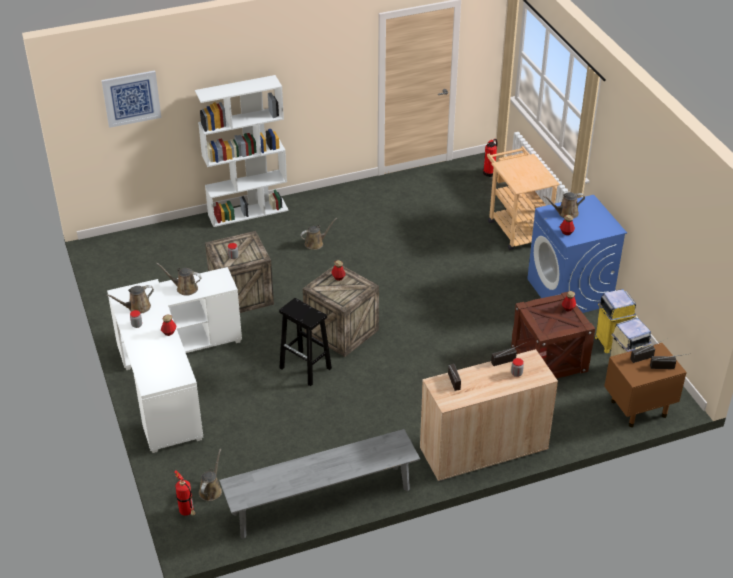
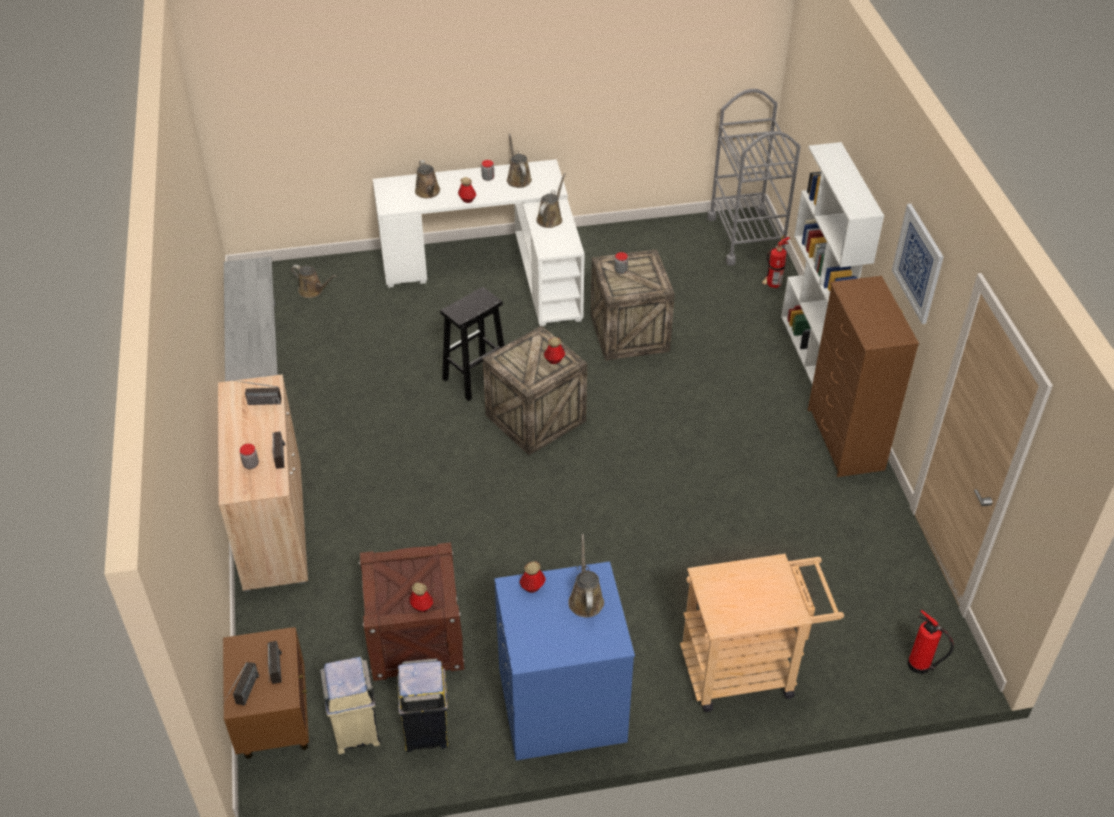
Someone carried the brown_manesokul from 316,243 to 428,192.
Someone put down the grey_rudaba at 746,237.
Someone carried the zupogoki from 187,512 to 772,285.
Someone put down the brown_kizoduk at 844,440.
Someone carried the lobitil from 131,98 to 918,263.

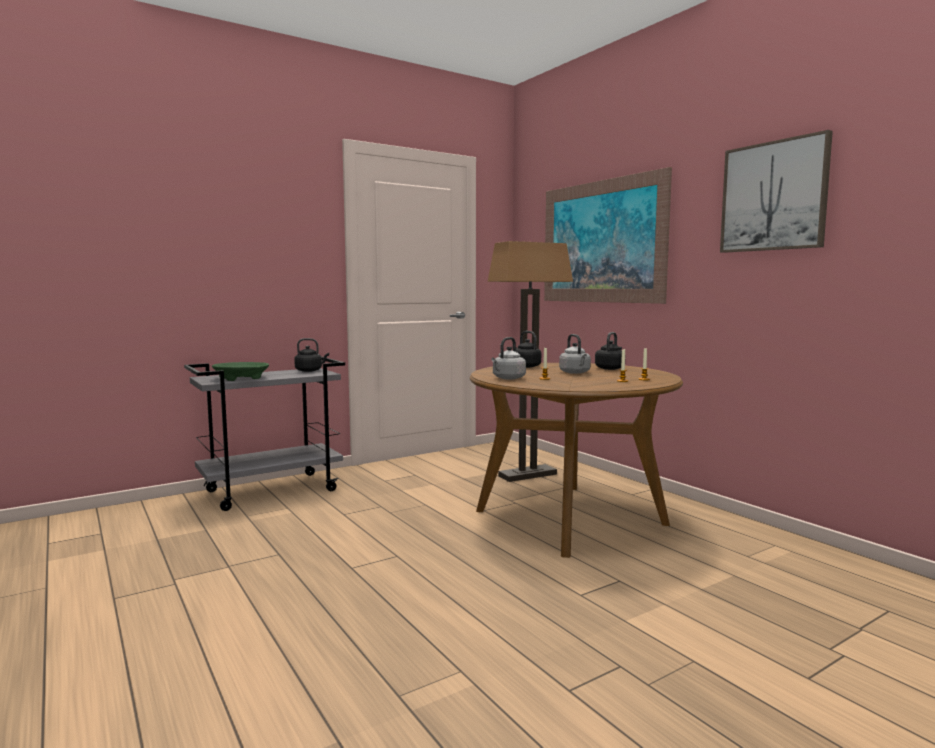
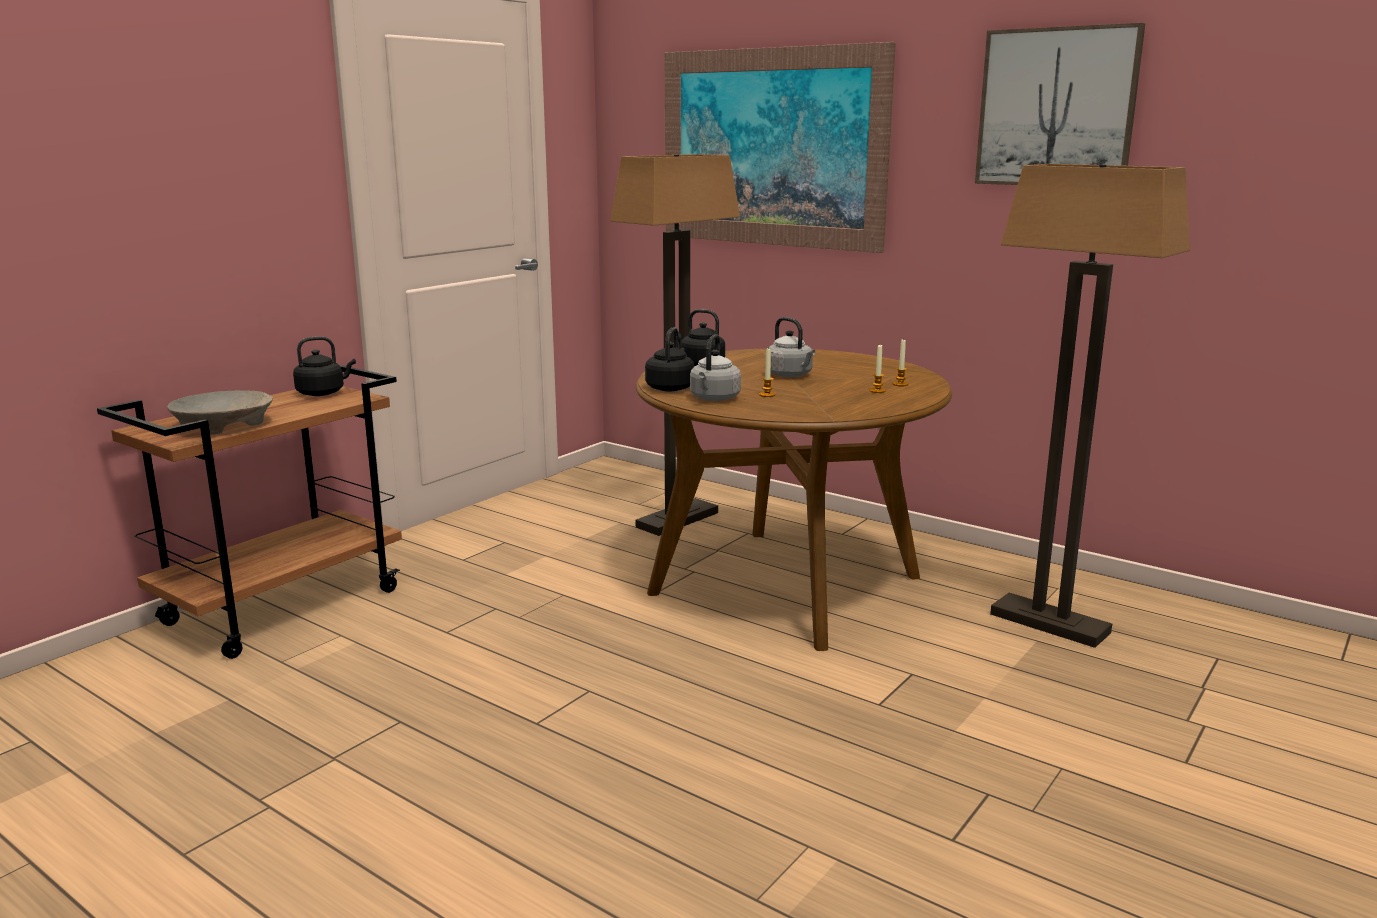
Someone repainted the grey_rudaba at 272,490, which became the brown_rudaba at 284,606.
Someone repainted the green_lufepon at 241,378, which became the beige_lufepon at 222,425.
Someone carried the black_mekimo from 610,368 to 670,387.
Someone put down the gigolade at 1050,623.

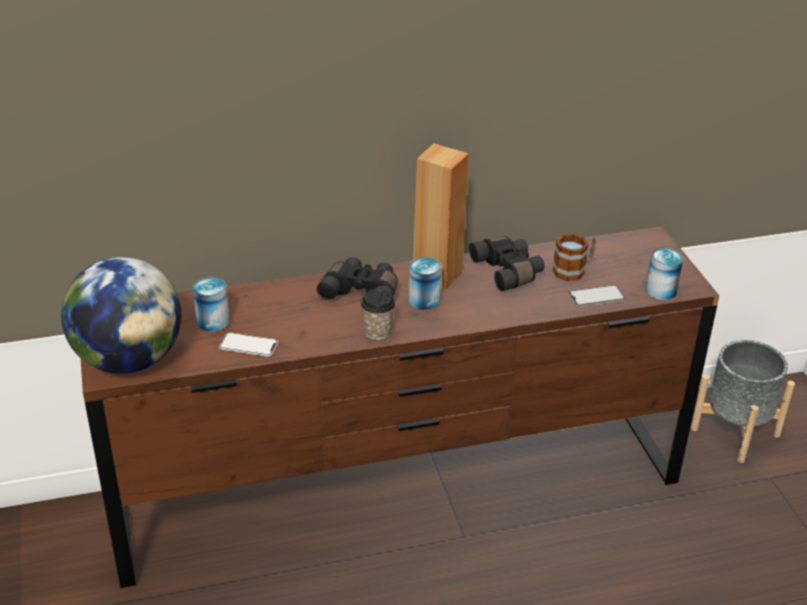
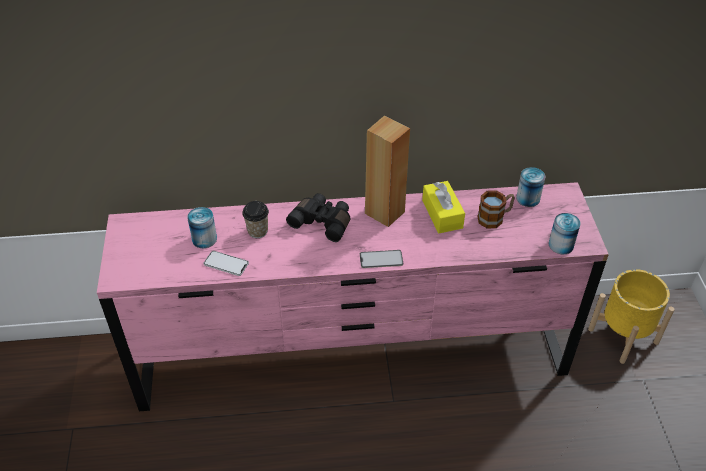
Someone repainted the brown_kizoduk at 399,490, which became the pink_kizoduk at 352,356.
Someone carried the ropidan from 377,332 to 257,231.
Someone carried the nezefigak from 596,296 to 381,259.
Someone swapped the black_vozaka at 509,271 for the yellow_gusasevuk at 442,214.
Someone carried the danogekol from 424,300 to 528,198.
Someone repainted the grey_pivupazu at 735,432, which became the yellow_pivupazu at 623,336.
Someone took away the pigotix at 129,360.

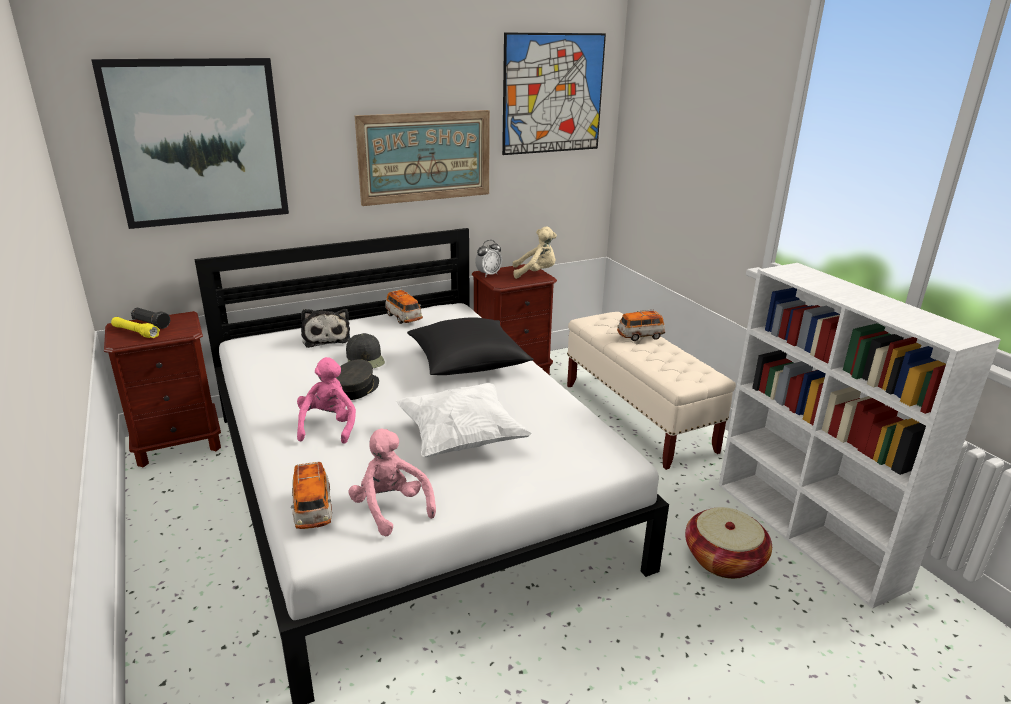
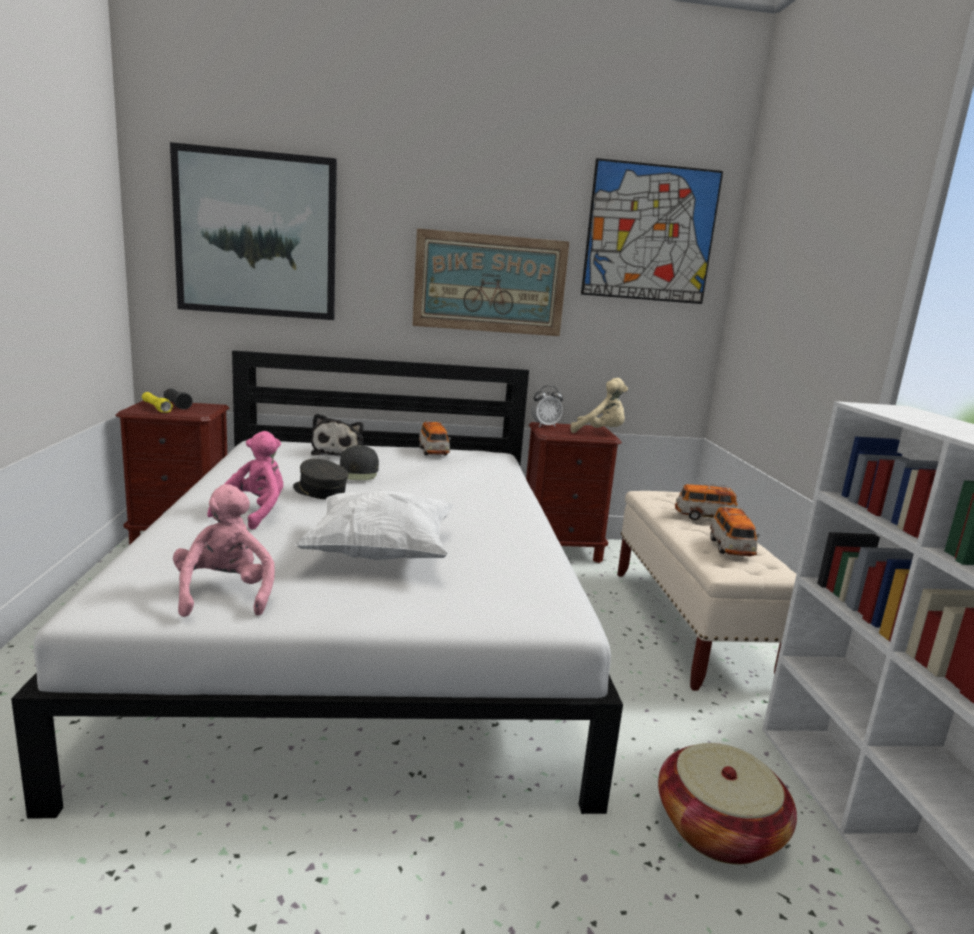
Someone rotated the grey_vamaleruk at 356,388 by 90 degrees counterclockwise.
Someone carried the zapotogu from 313,510 to 730,548.
Someone took away the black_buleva at 467,363.

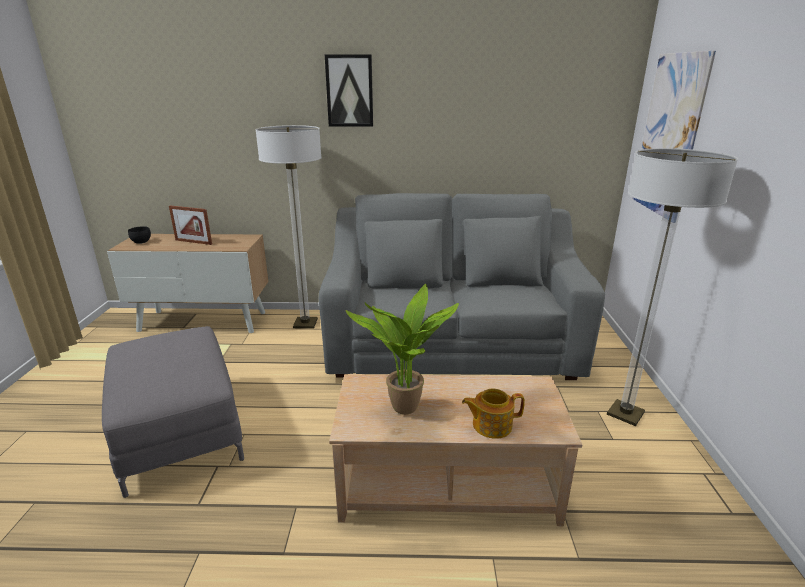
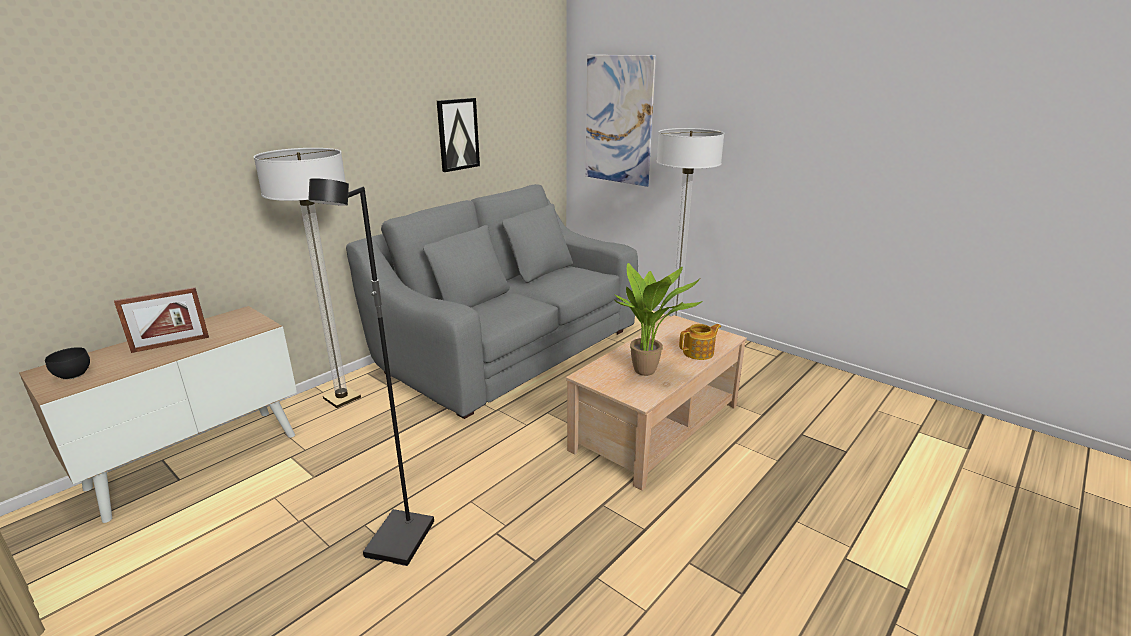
Someone swapped the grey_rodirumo at 181,429 for the black_gigolade at 401,541.
Someone carried the lobitil from 349,91 to 457,134.
Someone rotated the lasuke at 491,425 by 150 degrees counterclockwise.

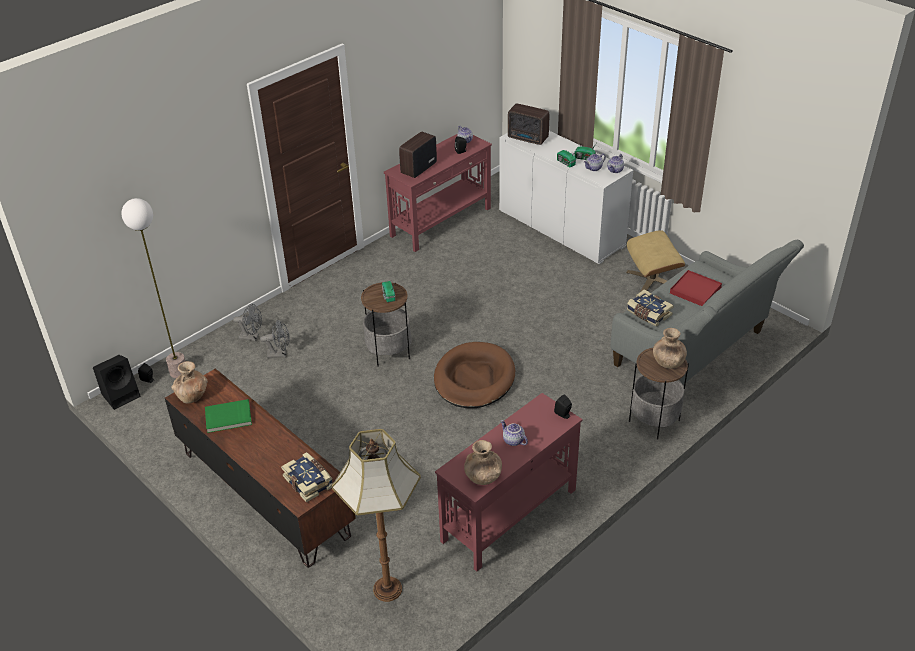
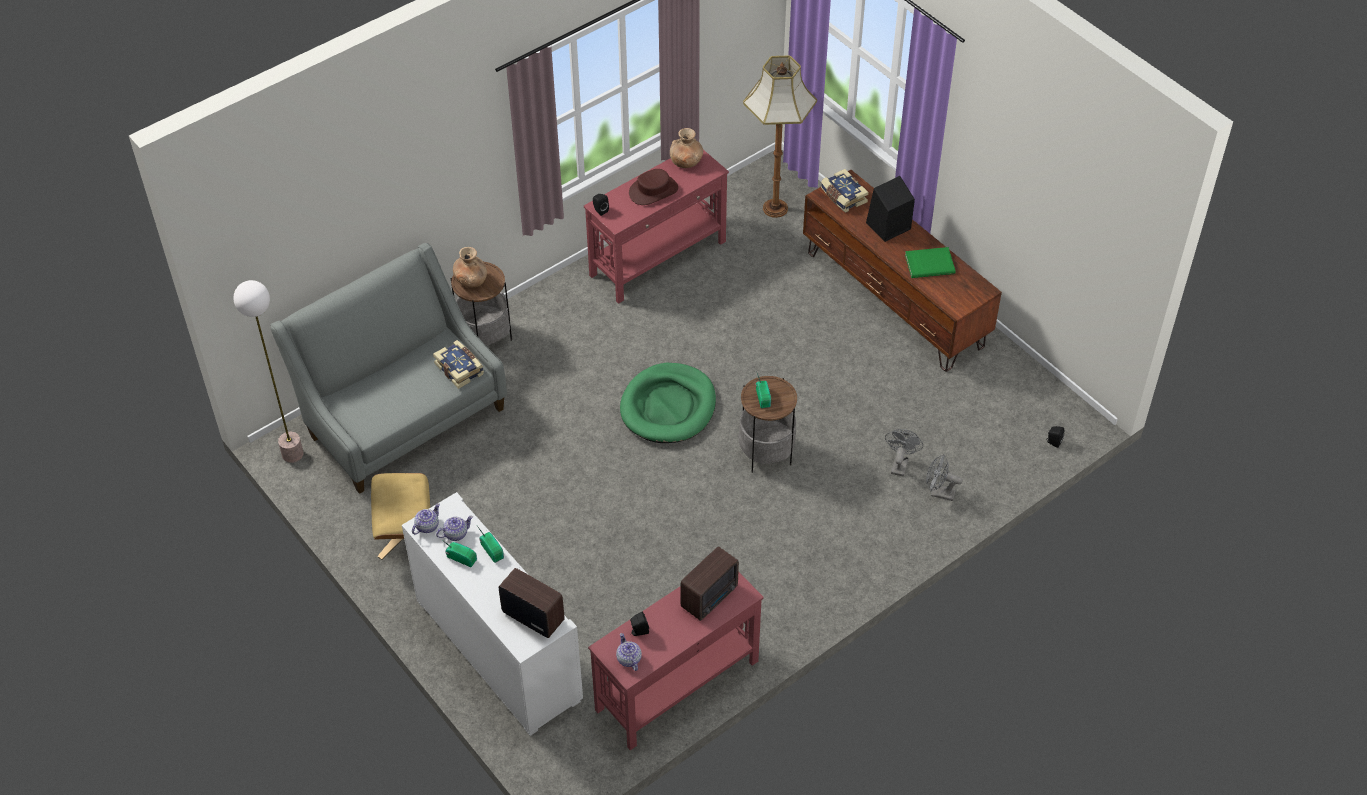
Someone carried the gigolade from 179,372 to 292,454.
Someone repainted the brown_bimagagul at 474,379, which became the green_bimagagul at 668,407.
Someone swapped the lasuke at 513,440 for the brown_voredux at 653,190.
Someone carried the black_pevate from 122,395 to 887,227.
Someone rotated the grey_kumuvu at 280,354 by 105 degrees clockwise.
Someone took away the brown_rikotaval at 192,395.
Someone took away the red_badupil at 695,290.

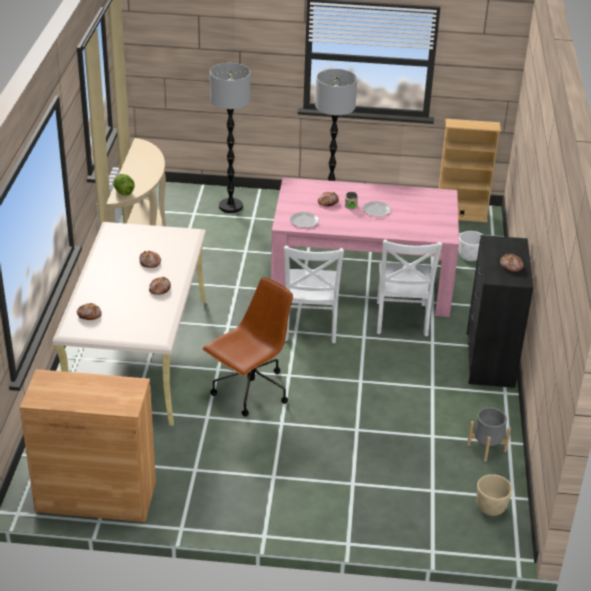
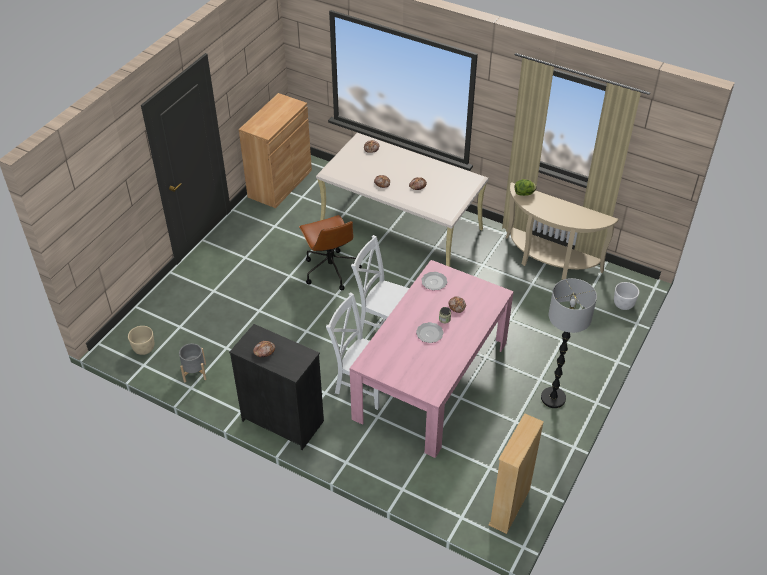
Someone carried the white_pivupazu from 469,257 to 623,304.
Someone took away the gigolade at 230,206.

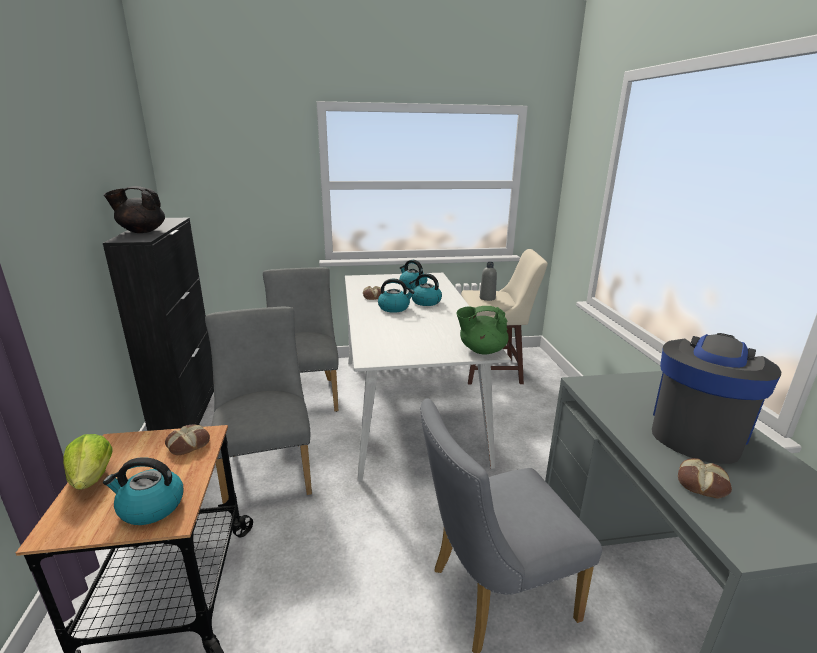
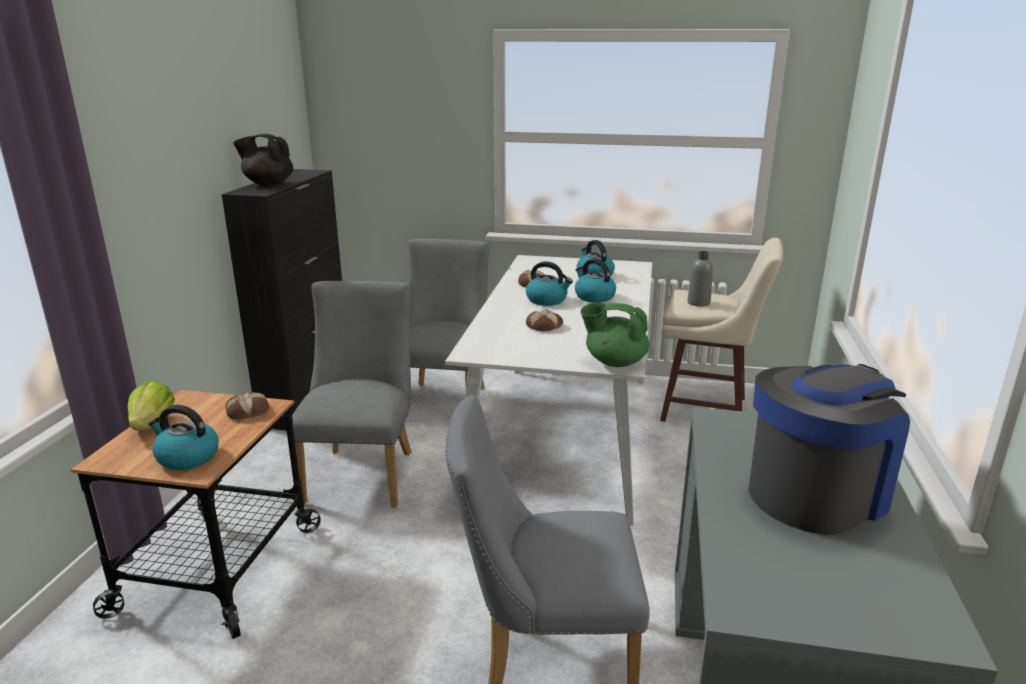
Someone carried the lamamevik from 702,483 to 544,326.

